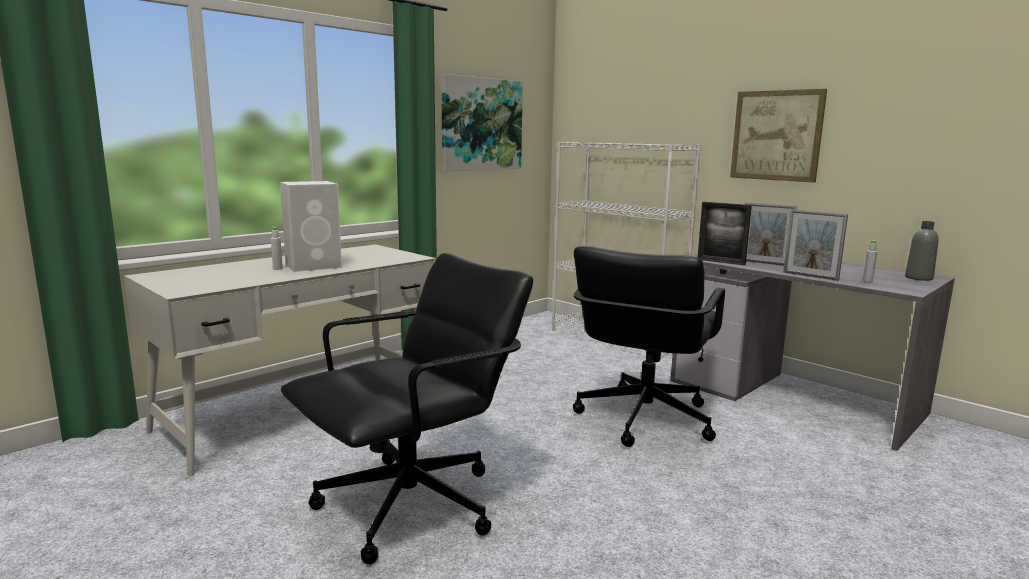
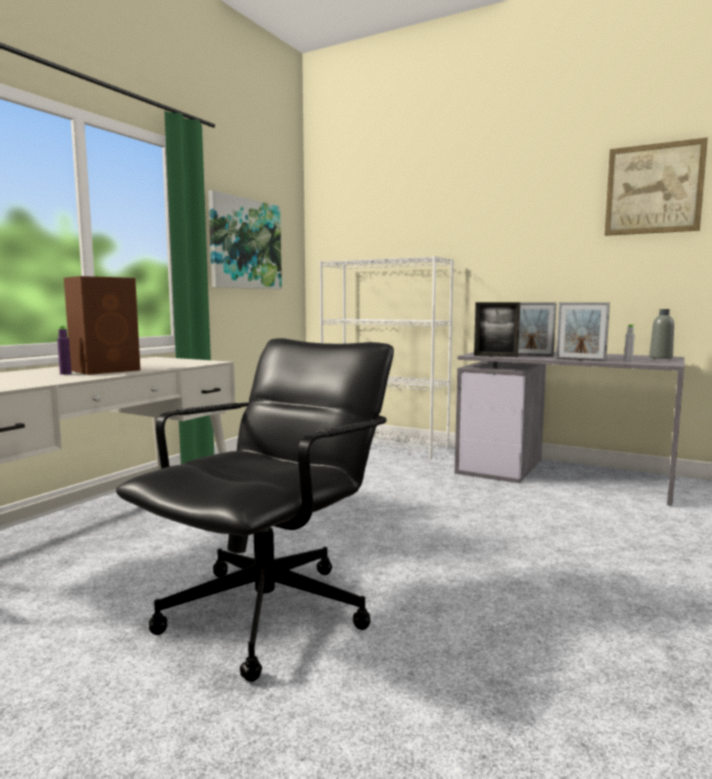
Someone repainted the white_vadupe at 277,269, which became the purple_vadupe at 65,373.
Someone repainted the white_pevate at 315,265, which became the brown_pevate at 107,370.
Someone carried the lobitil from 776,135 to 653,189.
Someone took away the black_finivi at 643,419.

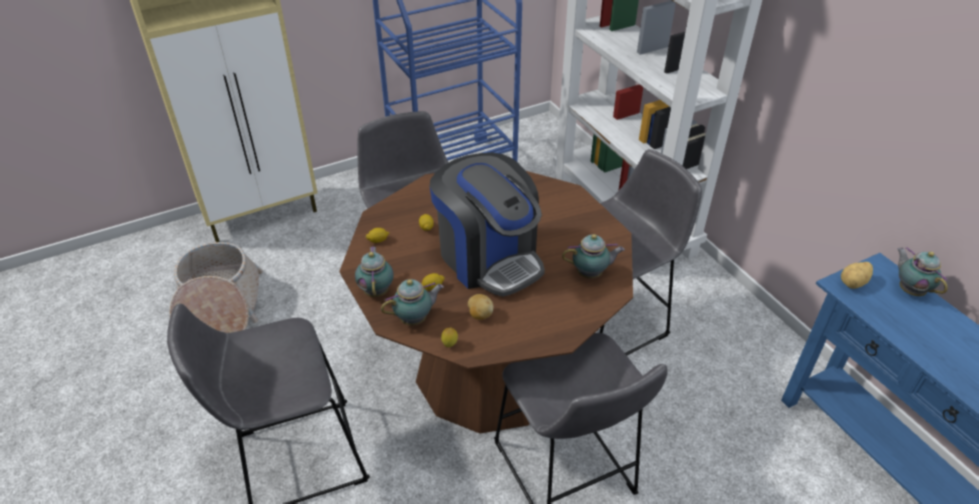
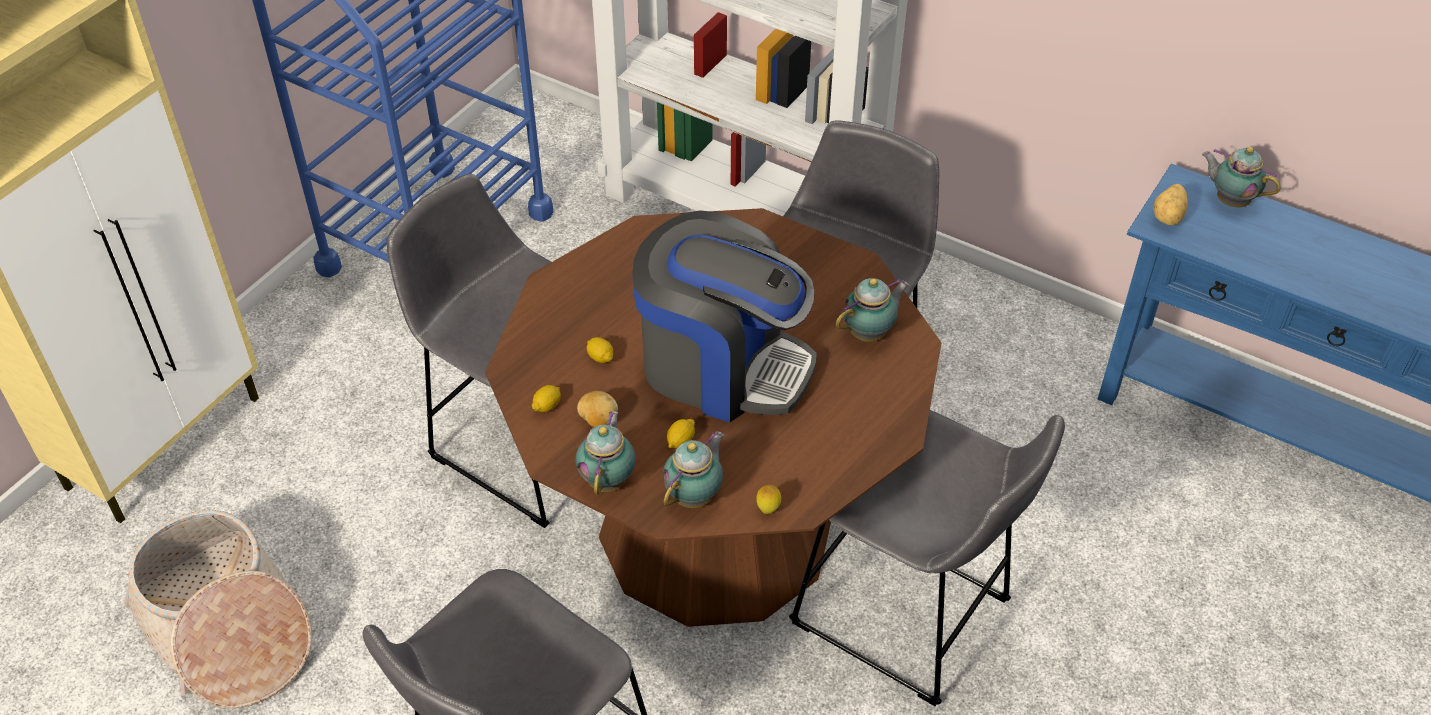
Someone rotated the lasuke at 377,290 by 45 degrees clockwise.
Someone carried the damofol from 480,314 to 598,420.

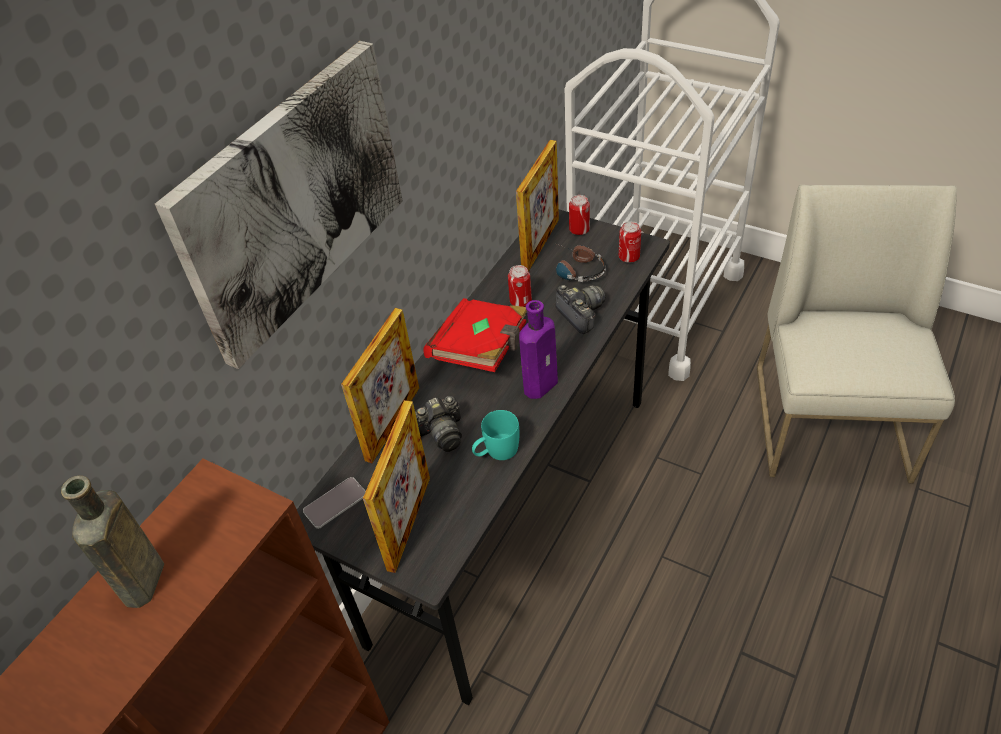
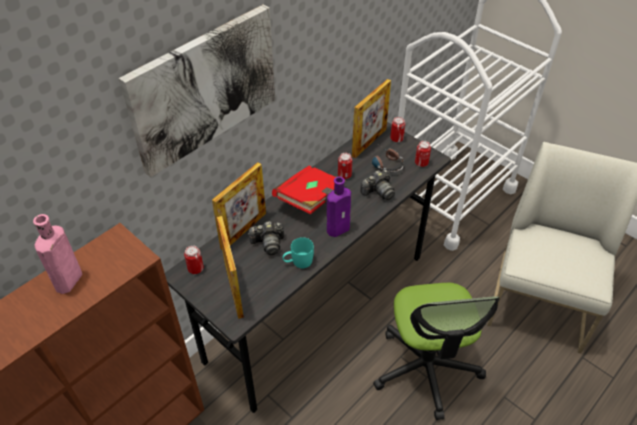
Someone repainted the brown_vadupe at 142,585, which became the pink_vadupe at 67,282.
Someone swapped the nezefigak at 335,503 for the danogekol at 195,268.
Someone rotated the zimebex at 409,523 by 45 degrees counterclockwise.
Someone rotated the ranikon at 581,314 by 75 degrees clockwise.
Someone put down the finivi at 426,368.

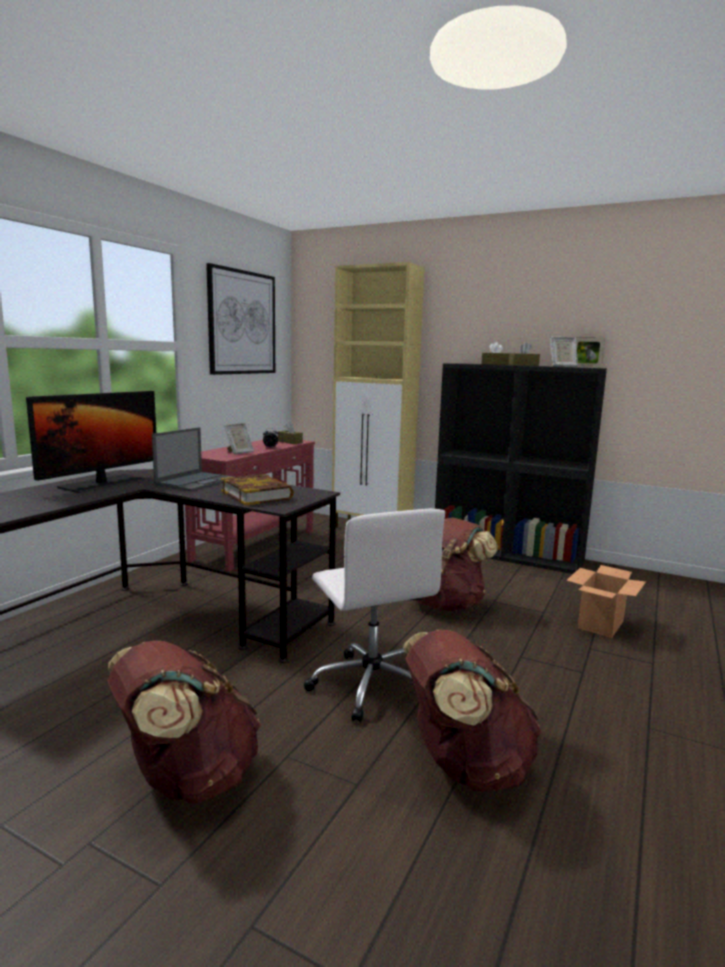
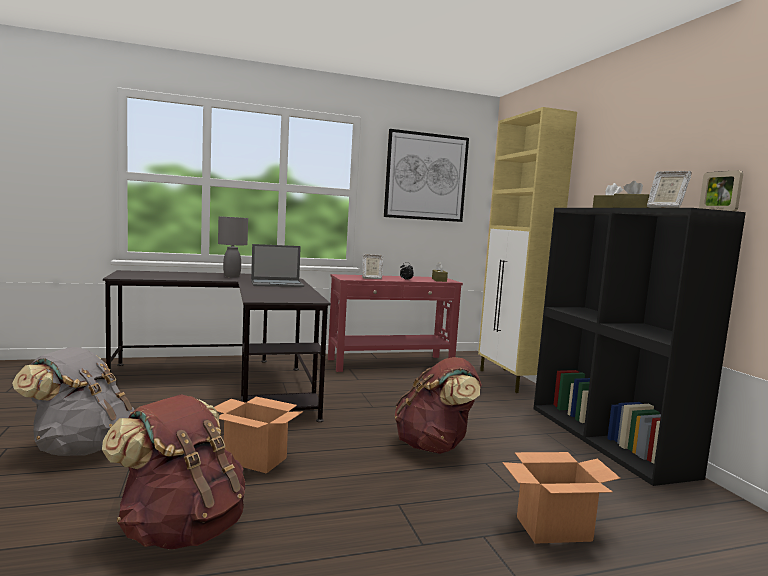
Someone repainted the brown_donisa at 187,778, which became the grey_donisa at 81,448.
Someone swapped the white_finivi at 371,683 for the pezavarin at 254,460.
Someone swapped the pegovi at 102,483 for the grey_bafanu at 232,276.
Someone took away the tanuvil at 257,495.

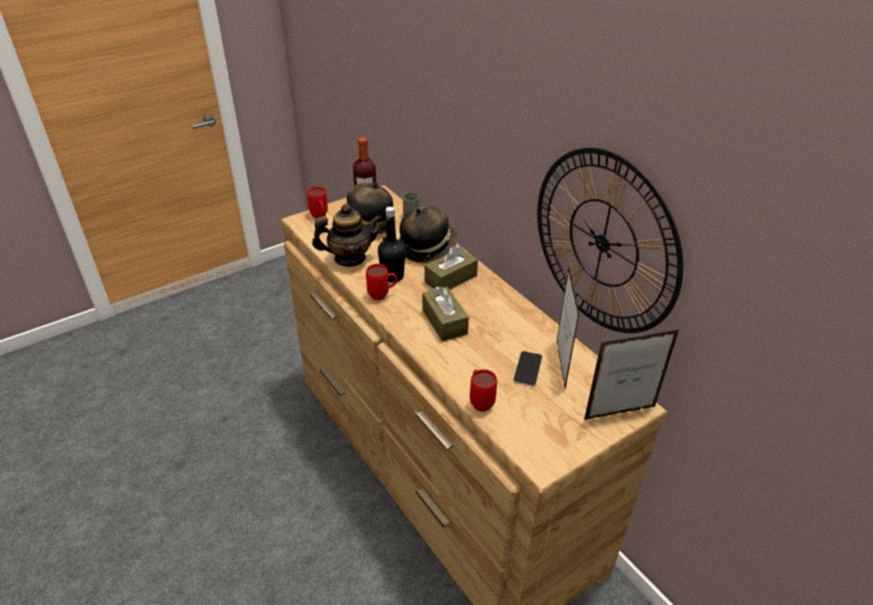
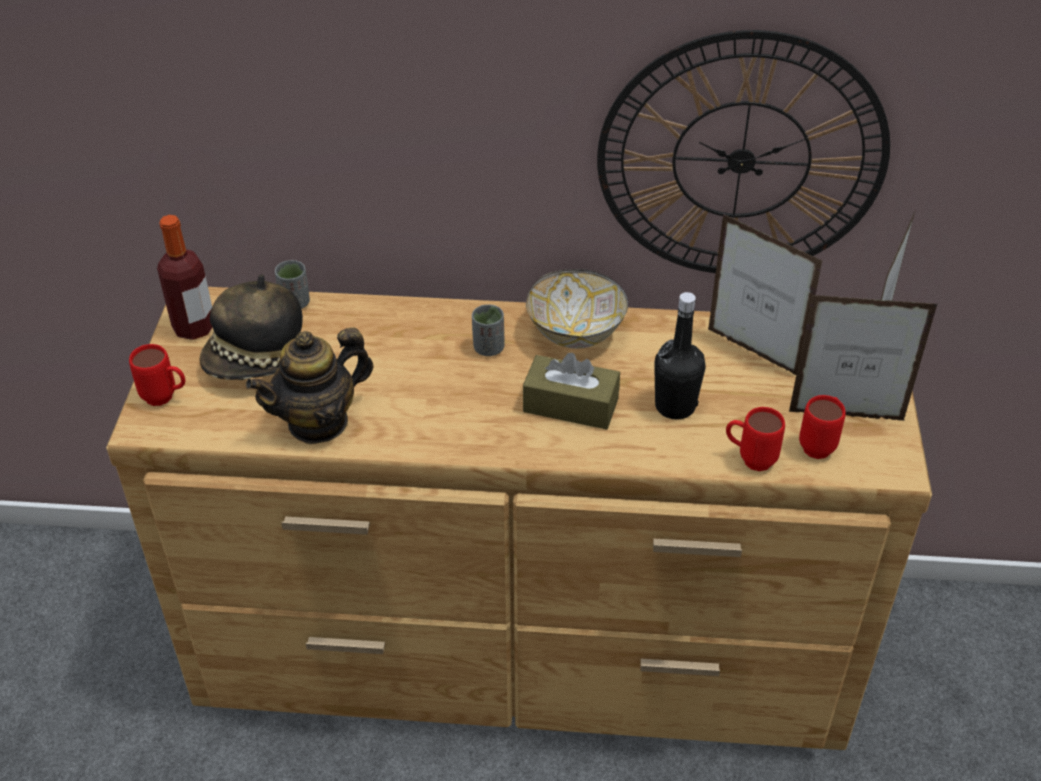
Someone rotated the lasuke at 349,258 by 150 degrees counterclockwise.
Someone swapped the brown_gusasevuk at 450,279 for the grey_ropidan at 488,348.
Someone put down the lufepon at 575,332.
Someone carried the black_vadupe from 392,276 to 675,406.
Someone put down the zimebex at 846,416.
Someone carried the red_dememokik from 382,295 to 820,444.
Someone took away the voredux at 427,247.
Someone took away the nezefigak at 527,369.

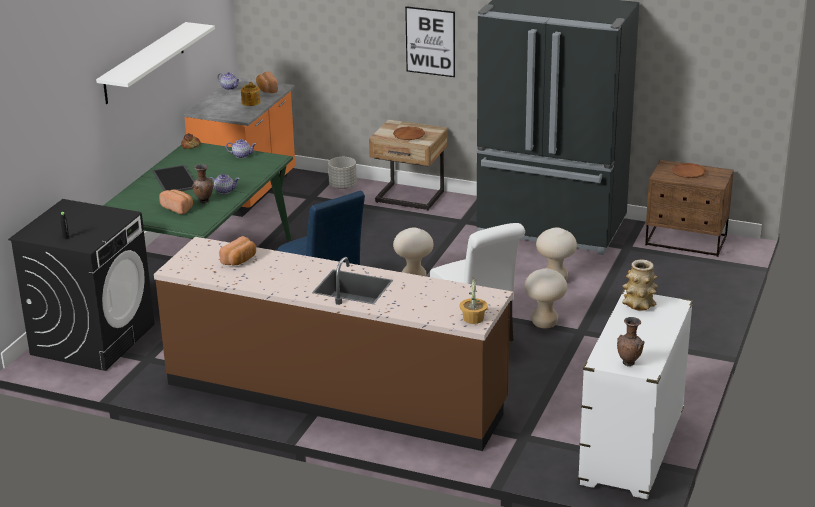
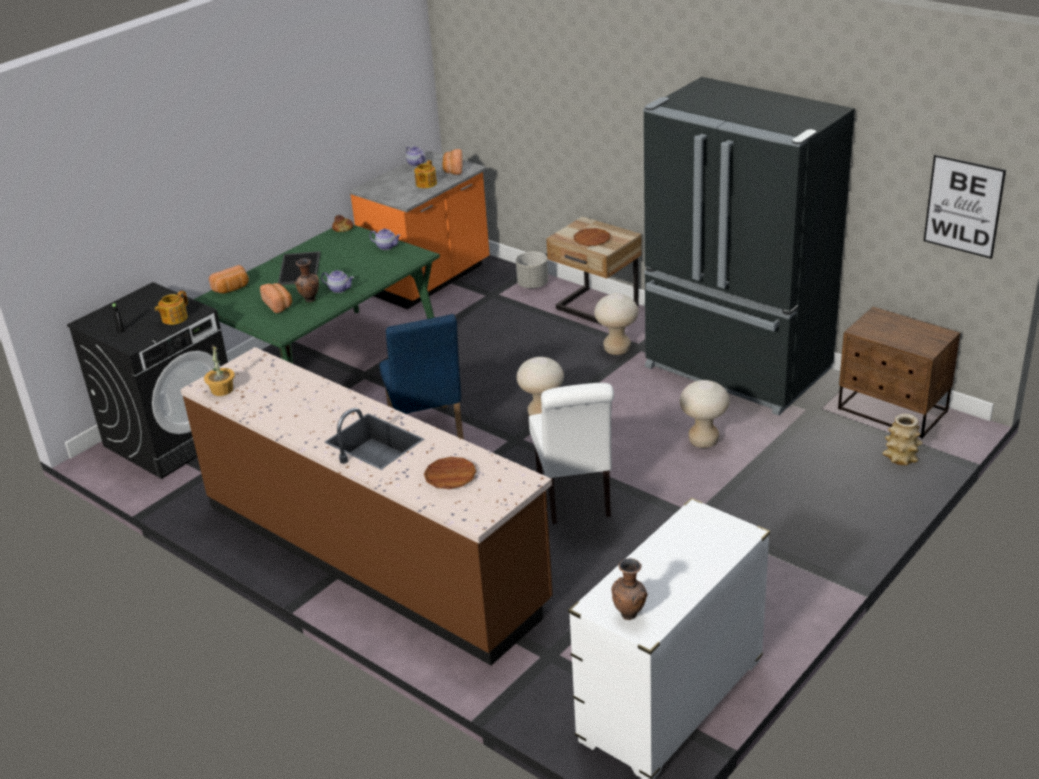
Someone put down the lasuke at 174,318.
Someone carried the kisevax from 473,318 to 221,390.
Someone carried the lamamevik from 240,260 to 232,289.
Someone carried the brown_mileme from 688,173 to 450,476.
Someone carried the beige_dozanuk from 544,323 to 617,349.
Someone carried the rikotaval from 639,305 to 900,458.
Someone carried the lobitil from 430,41 to 963,206.
Someone took away the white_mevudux at 144,63.

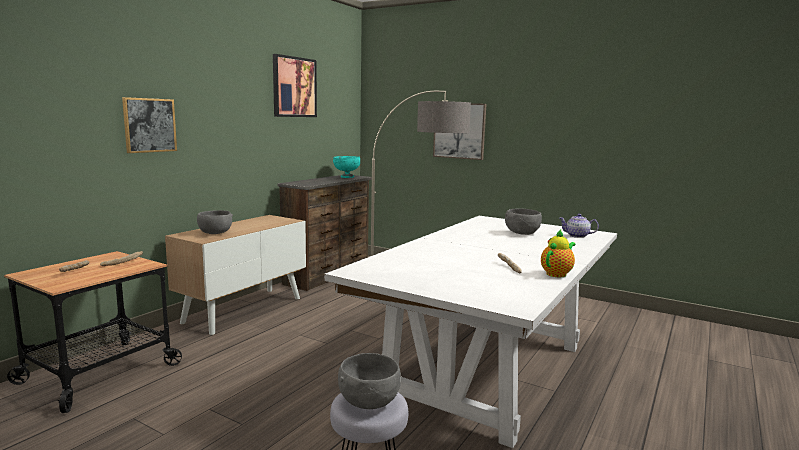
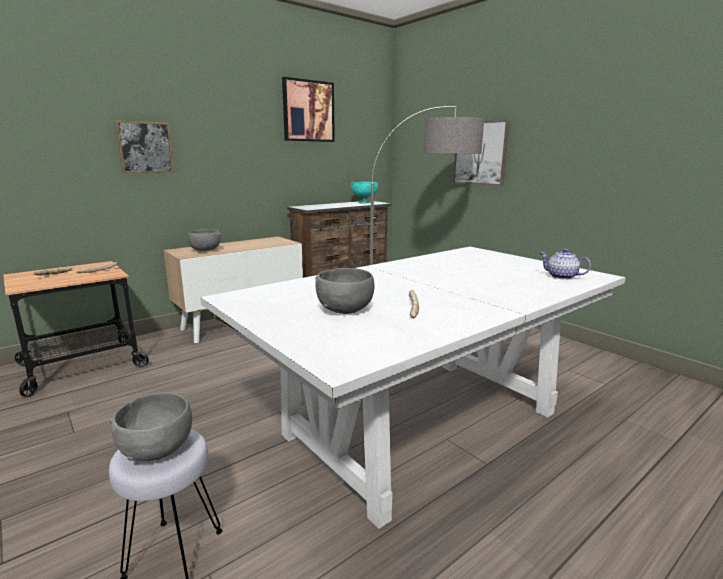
Someone carried the grey_lufepon from 521,233 to 345,309.
Someone took away the lasuke at 557,274.

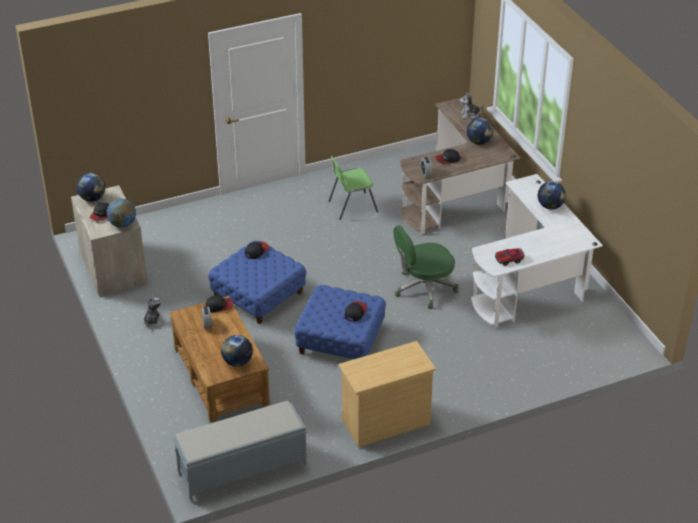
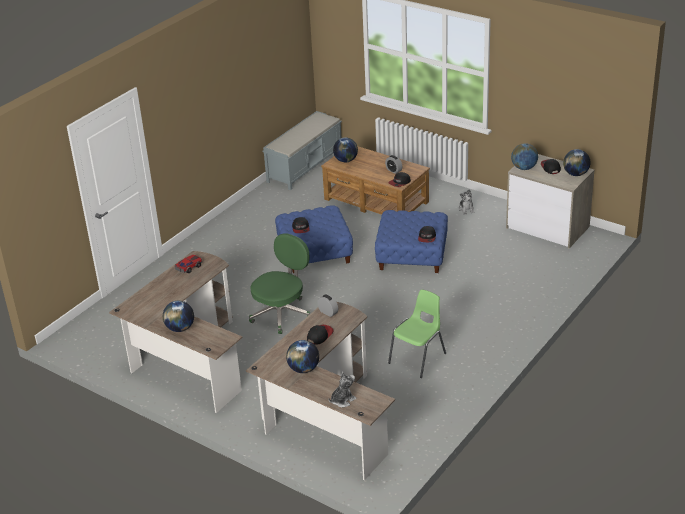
Someone repainted the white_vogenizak at 532,282, which became the brown_vogenizak at 187,358.
Someone took away the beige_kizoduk at 385,422.

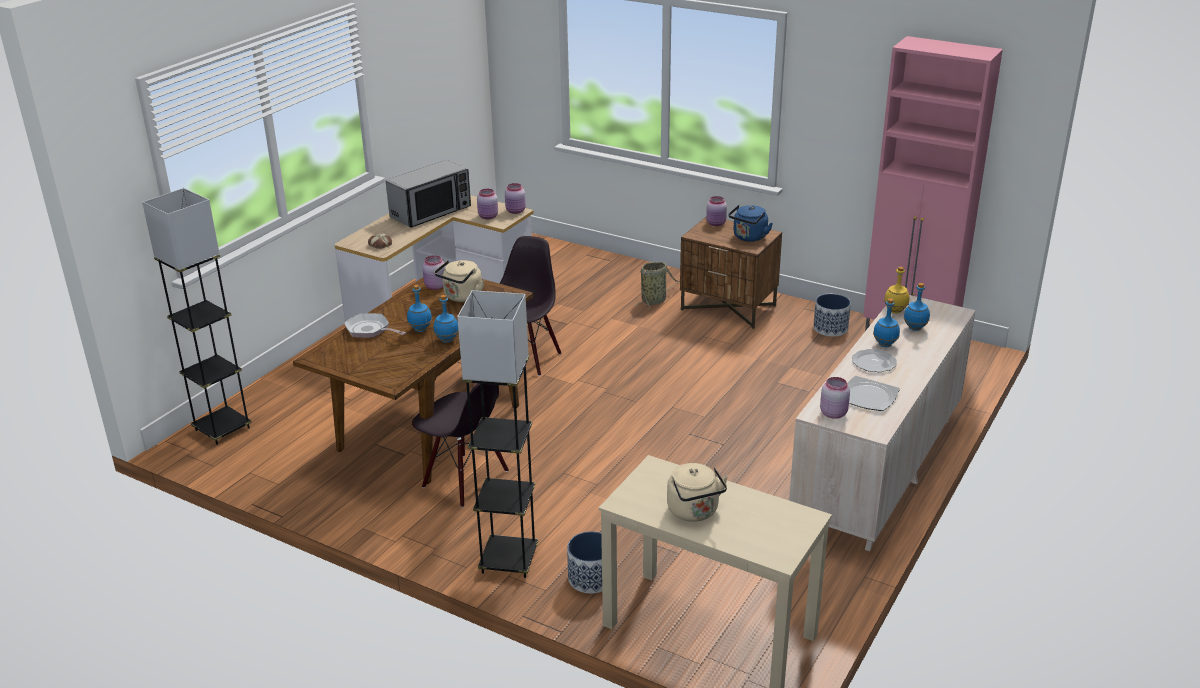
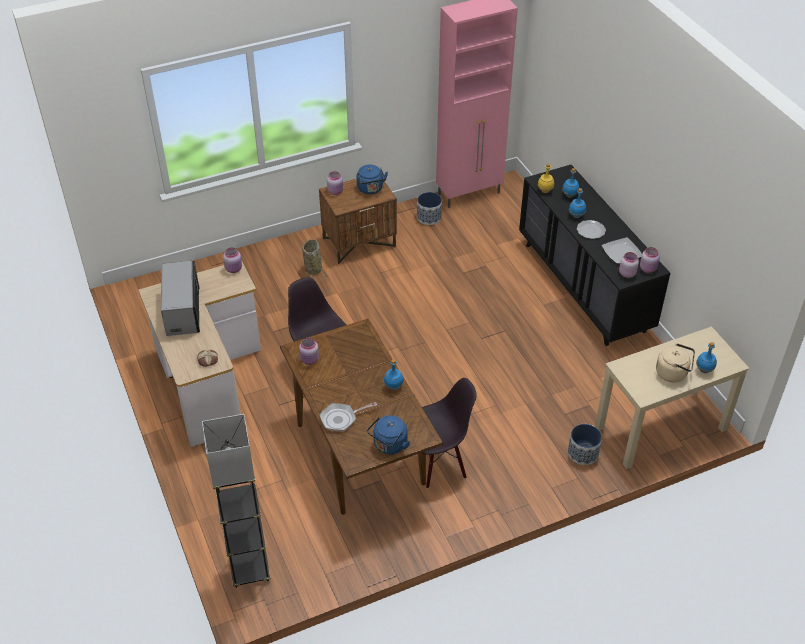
Someone put down the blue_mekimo at 389,446.
Someone repainted the beige_kizoduk at 878,471, which became the black_kizoduk at 583,287.
Someone carried the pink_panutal from 488,217 to 648,269.
Someone carried the blue_vadupe from 421,329 to 704,370.
Someone took away the beige_mekimo at 462,297.
Someone took away the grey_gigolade at 508,561.

